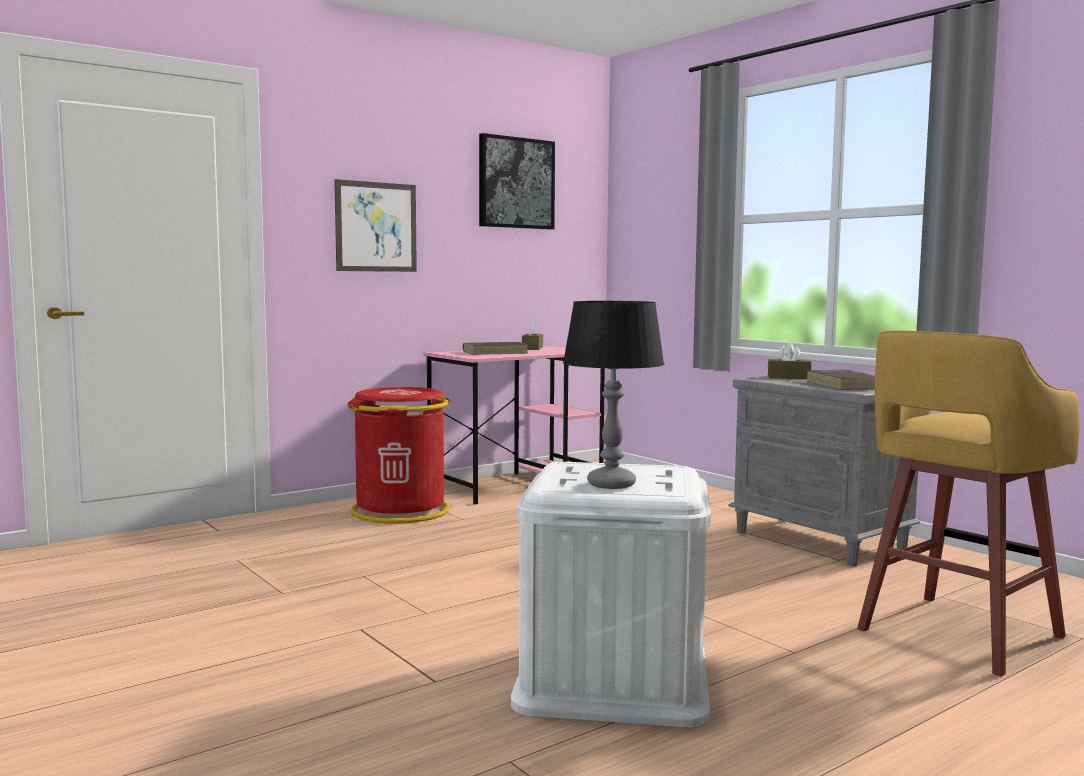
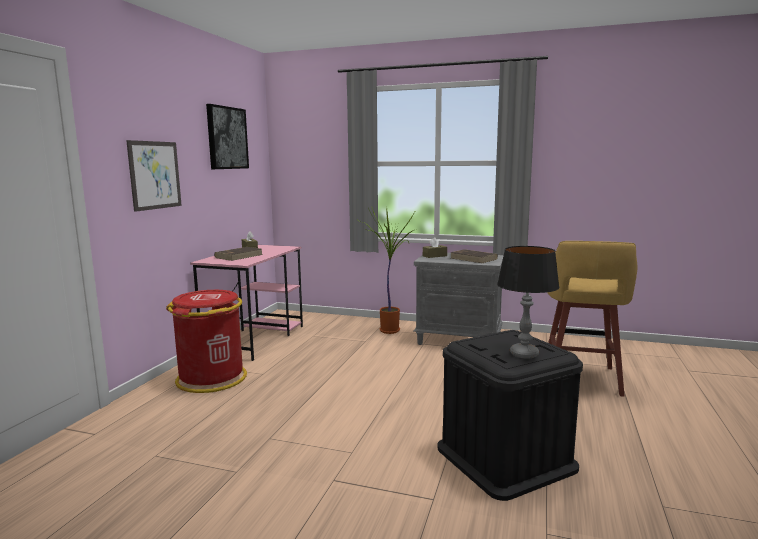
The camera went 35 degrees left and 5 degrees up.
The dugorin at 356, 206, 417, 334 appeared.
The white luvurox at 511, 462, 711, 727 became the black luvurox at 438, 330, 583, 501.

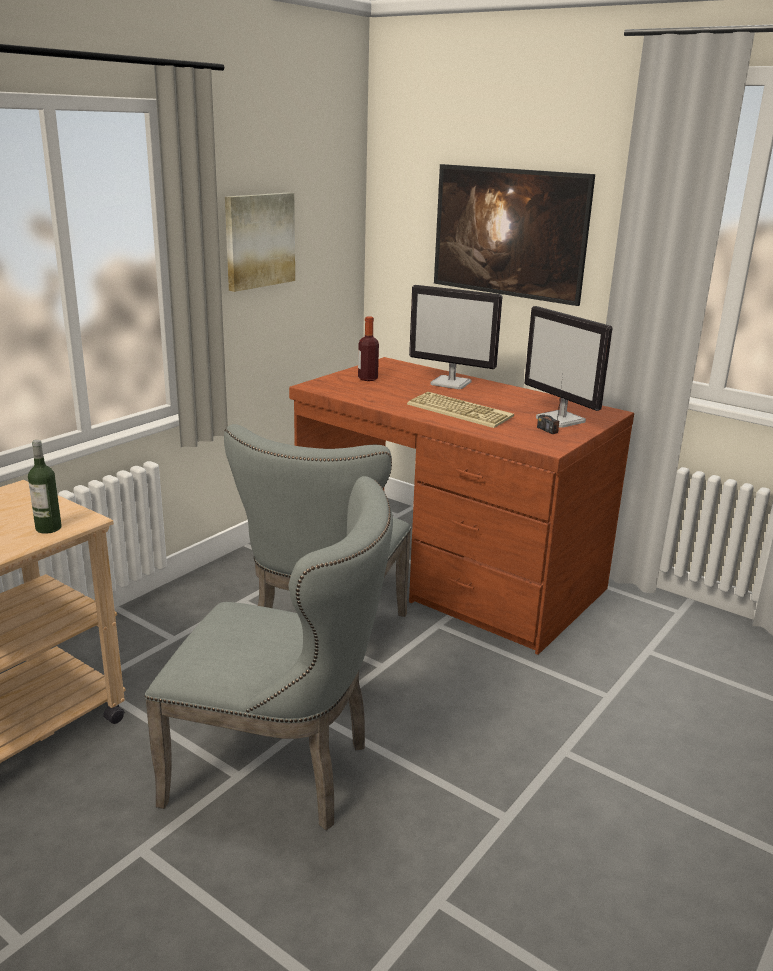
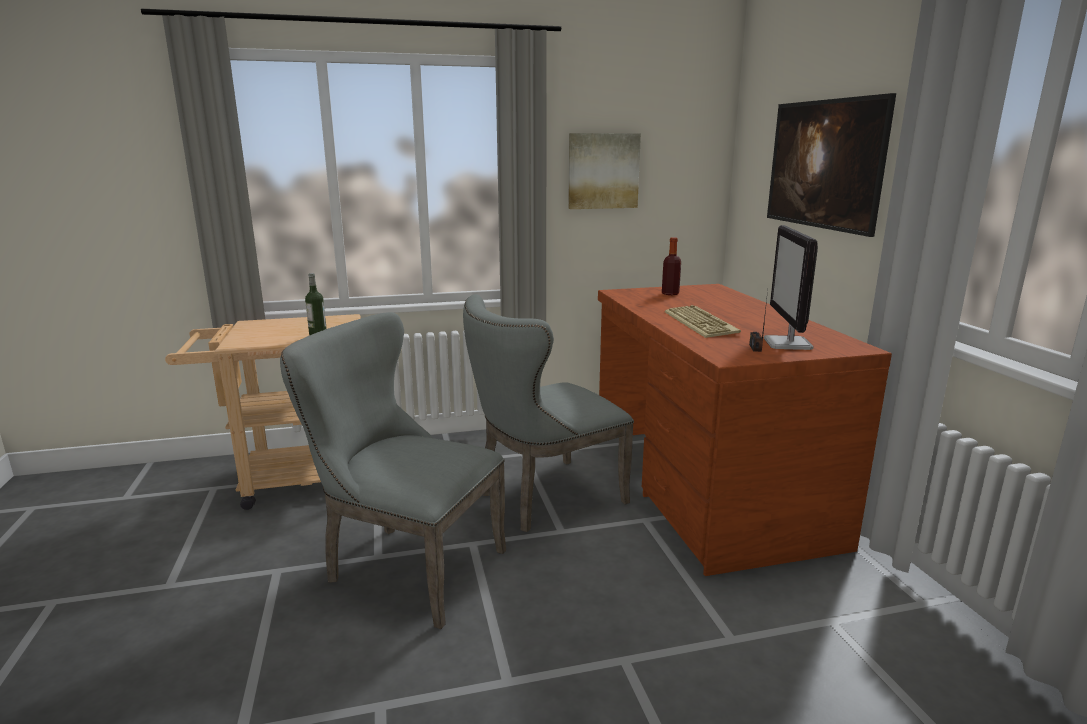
The camera went 40 degrees right and 5 degrees down.
The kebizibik at 409, 285, 503, 389 disappeared.
The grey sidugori at 145, 476, 393, 830 turned 150 degrees clockwise.

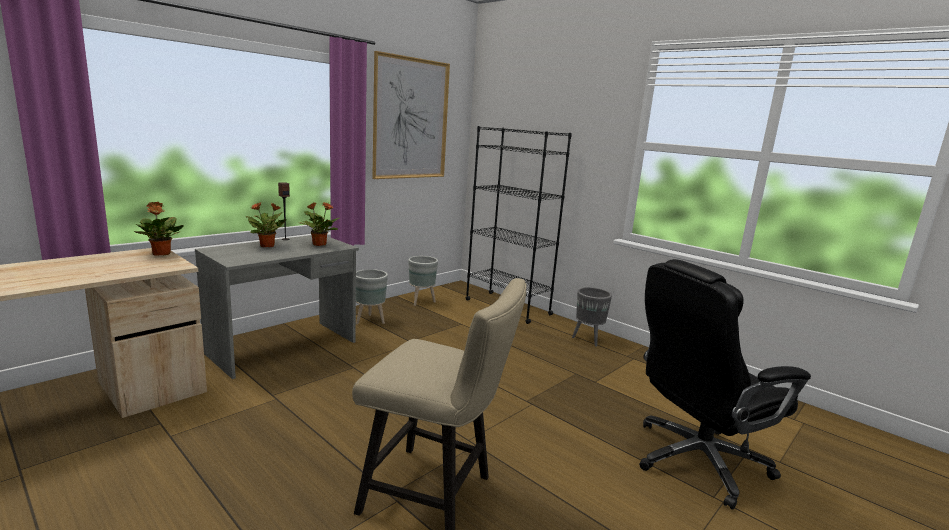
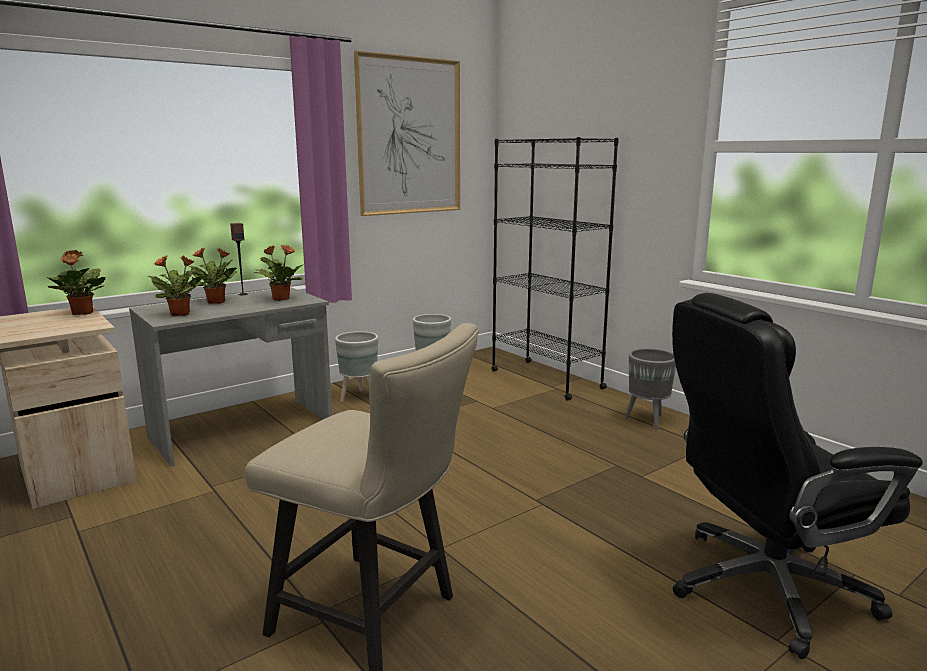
The camera went 10 degrees right and 0 degrees up.
The dugorin at 147, 256, 204, 316 appeared.

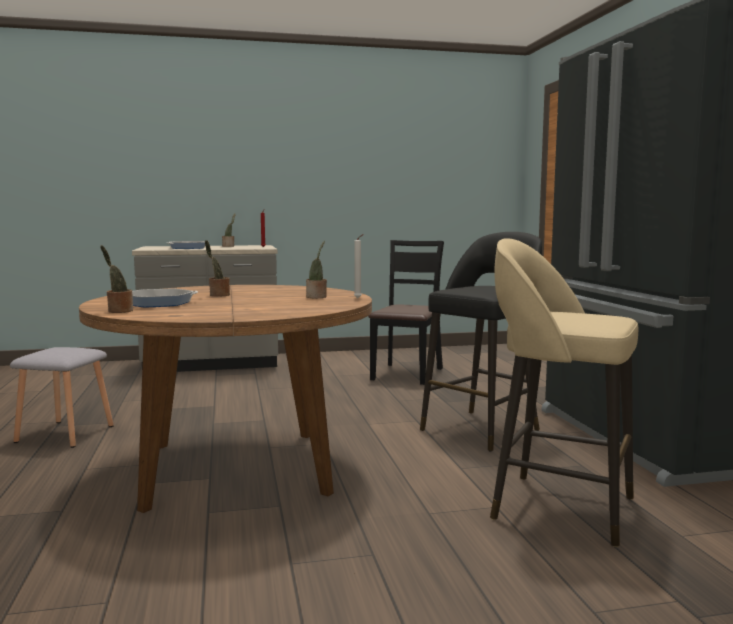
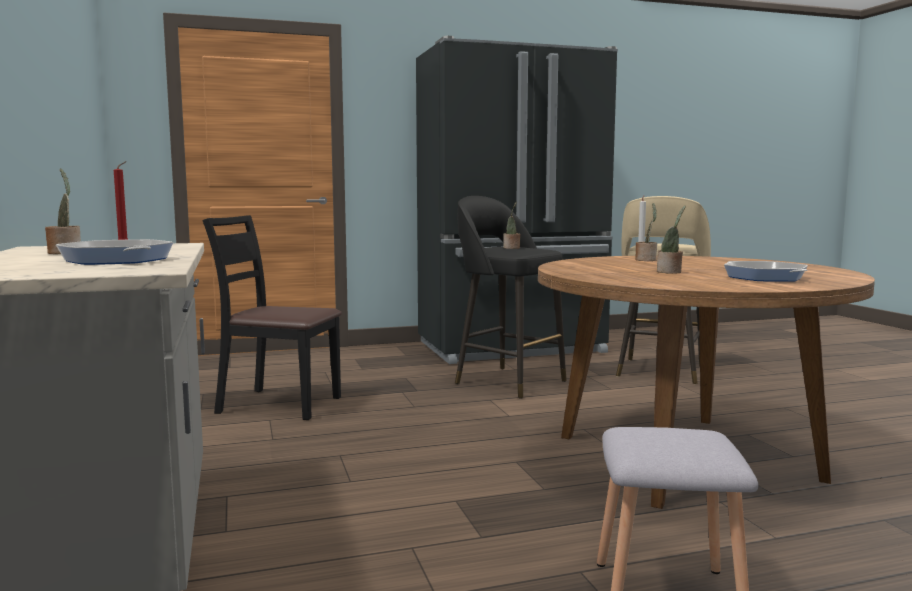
The camera went 95 degrees left and 0 degrees up.
The dugorin moved from 100, 245, 133, 313 to 503, 202, 520, 249.

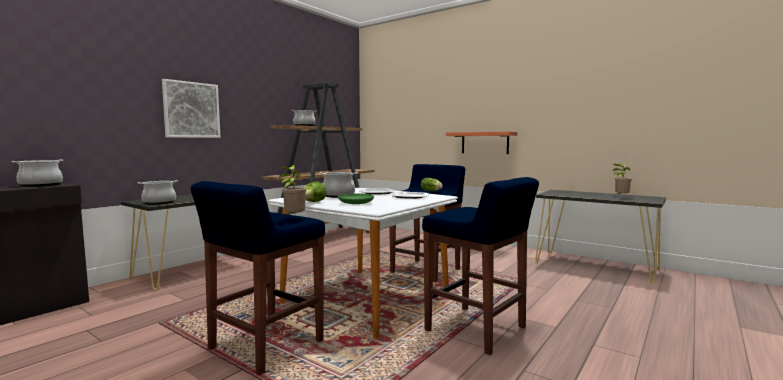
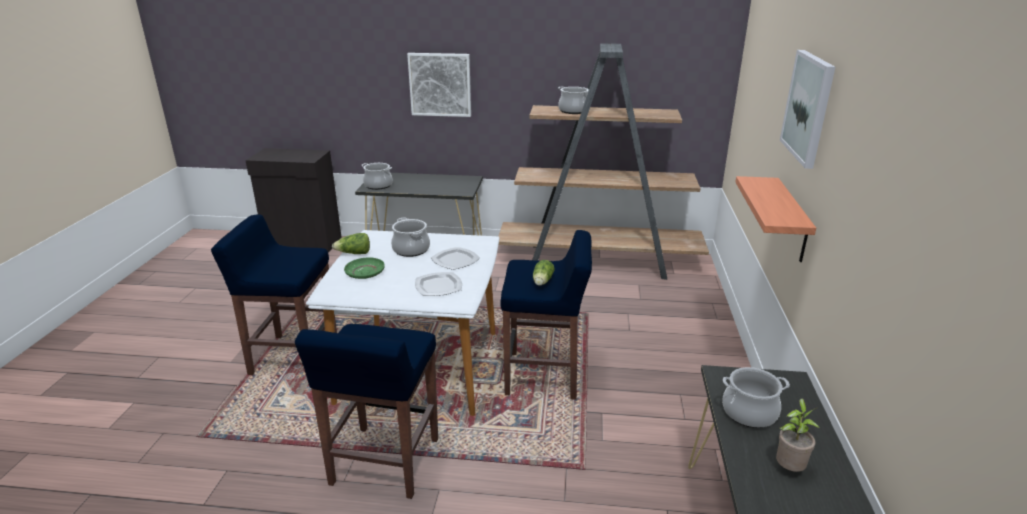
The camera went 60 degrees right and 20 degrees up.
The dugorin at 280, 165, 306, 218 disappeared.
The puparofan at 780, 50, 835, 169 appeared.
The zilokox moved from 11, 159, 64, 187 to 722, 367, 790, 428.

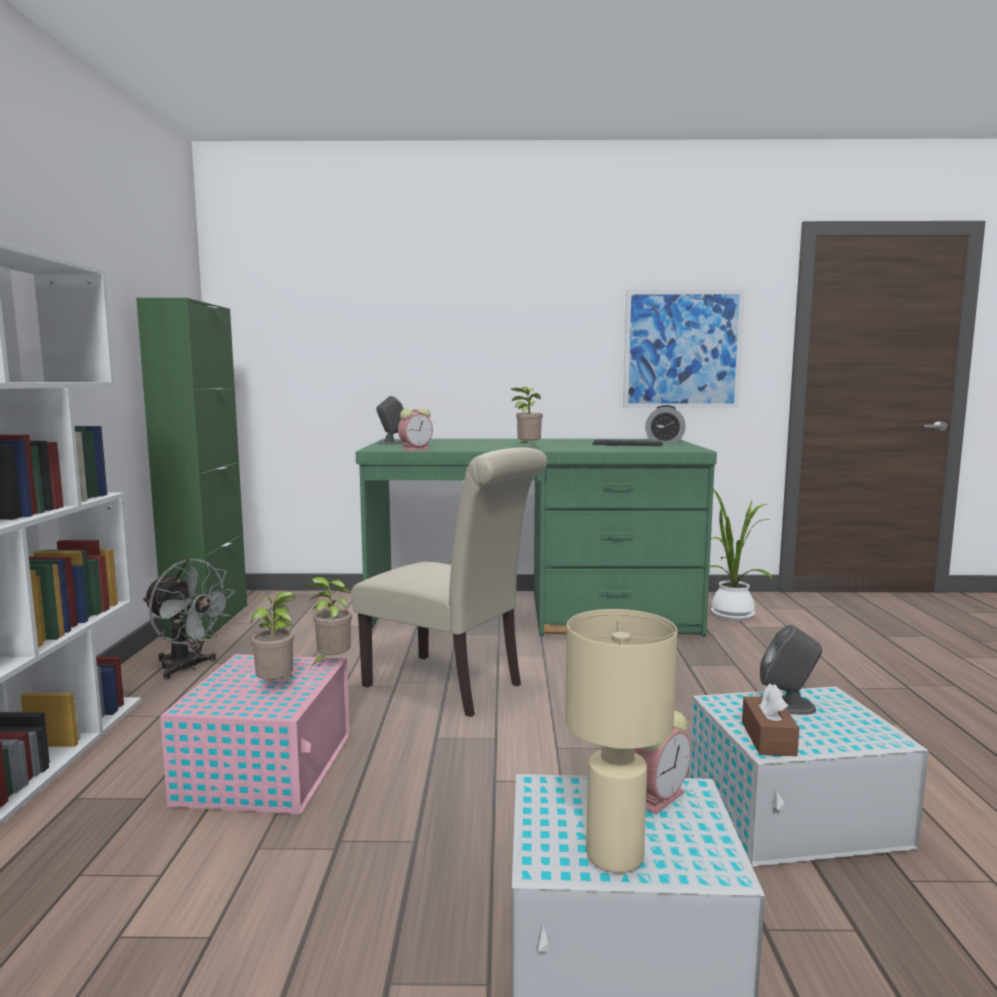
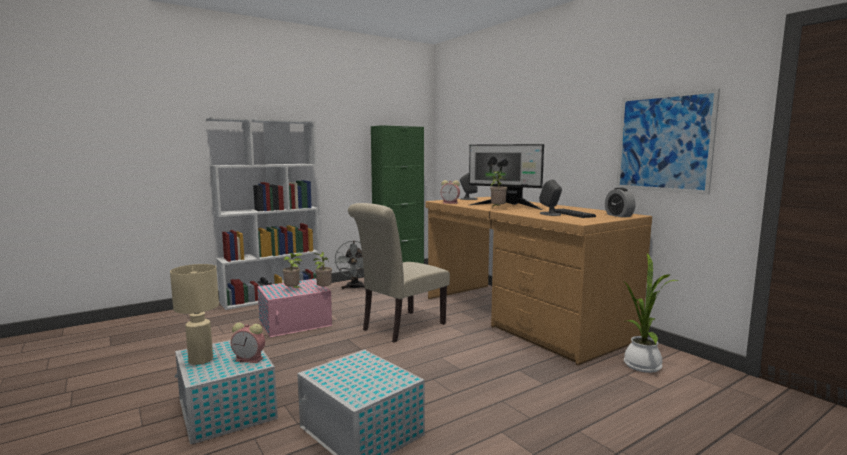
The camera went 55 degrees right and 0 degrees up.
The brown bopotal at 742, 684, 799, 756 disappeared.
The kebizibik at 469, 144, 544, 210 appeared.
The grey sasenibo moved from 760, 625, 822, 715 to 539, 180, 562, 216.
The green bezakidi at 356, 439, 717, 637 became the brown bezakidi at 426, 197, 652, 365.
The beige sidugori at 352, 447, 547, 717 turned 45 degrees clockwise.

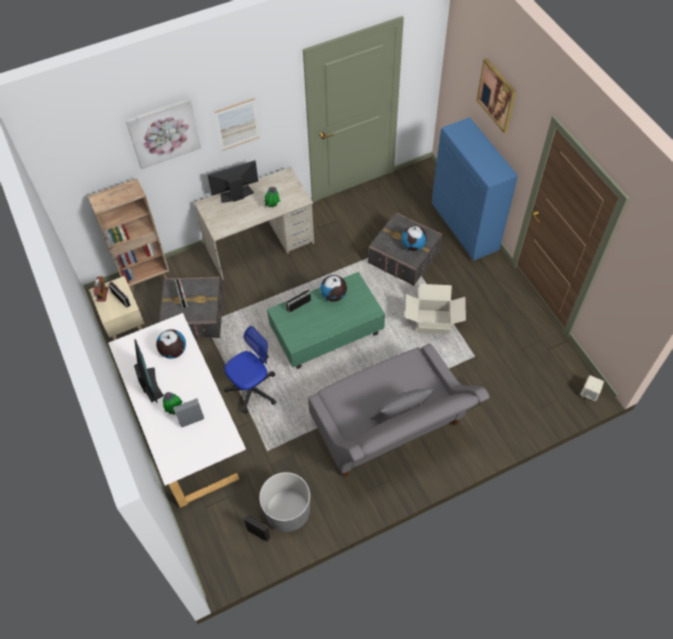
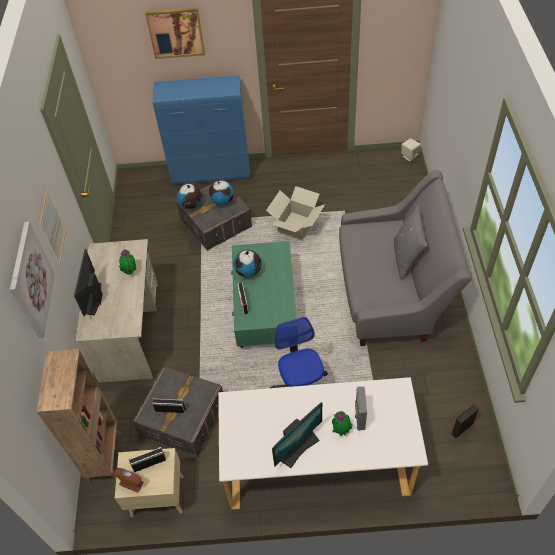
The camera went 65 degrees left and 5 degrees down.
The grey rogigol at 259, 472, 310, 532 disappeared.
The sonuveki moved from 156, 329, 186, 359 to 177, 184, 202, 209.
The kebizibik at 134, 339, 164, 403 turned 135 degrees clockwise.

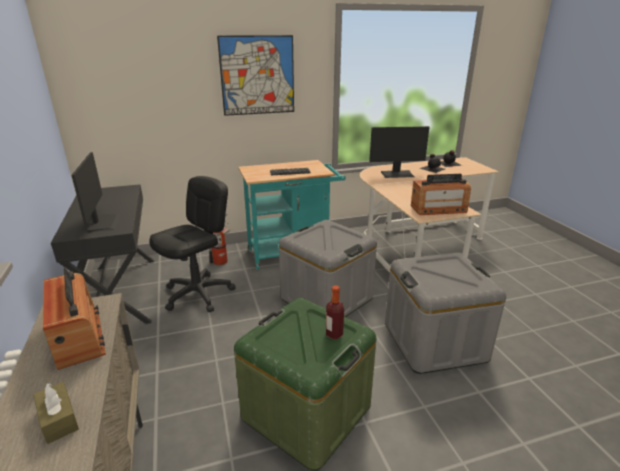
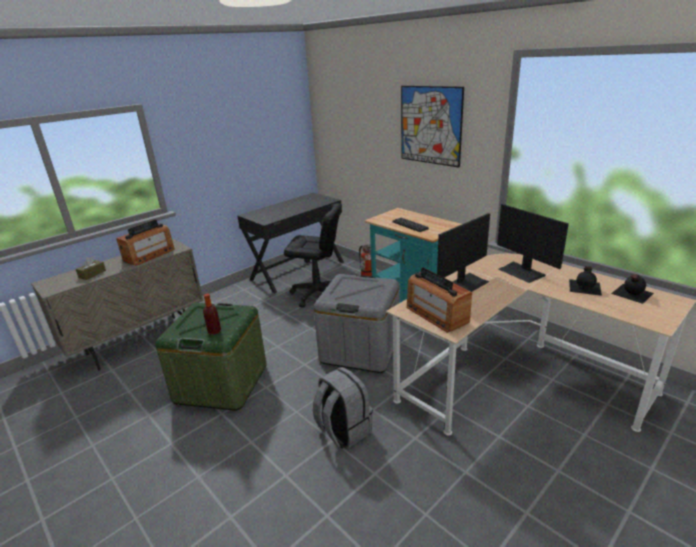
The camera went 65 degrees right and 0 degrees up.
The kebizibik moved from 72, 152, 121, 232 to 437, 213, 490, 292.
The grey luvurox at 385, 253, 506, 374 was replaced by the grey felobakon at 313, 367, 373, 448.

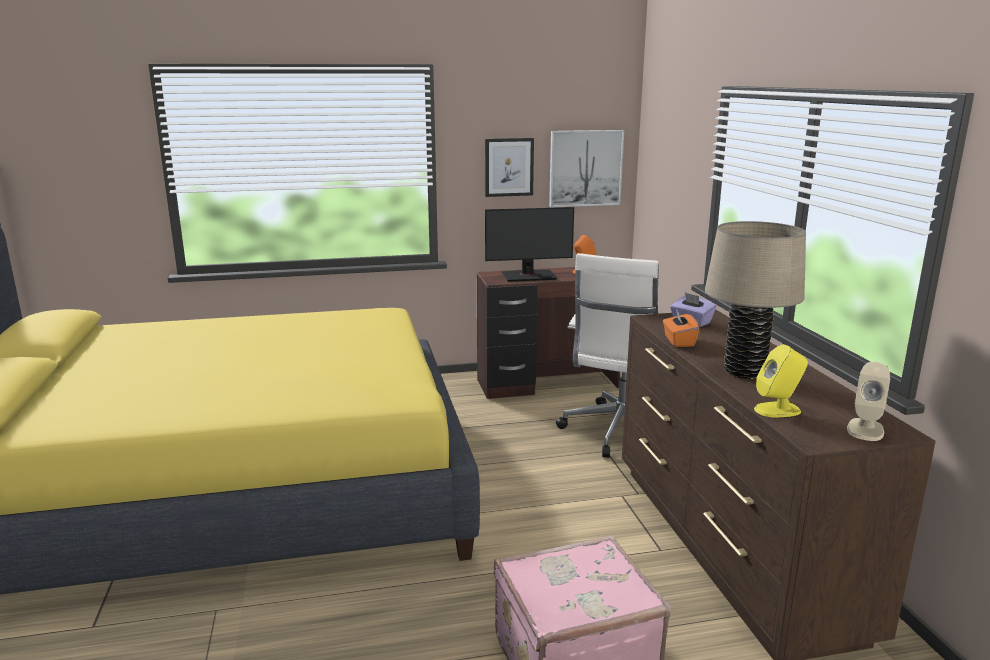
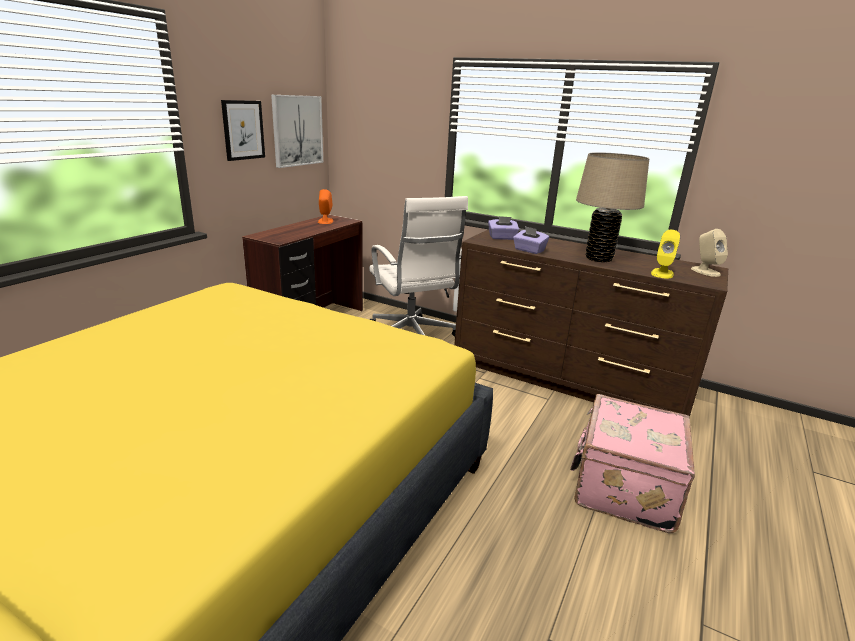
The camera went 50 degrees left and 5 degrees up.
The kebizibik at 485, 207, 574, 282 disappeared.
The orange bopotal at 663, 310, 699, 347 became the purple bopotal at 513, 226, 549, 254.

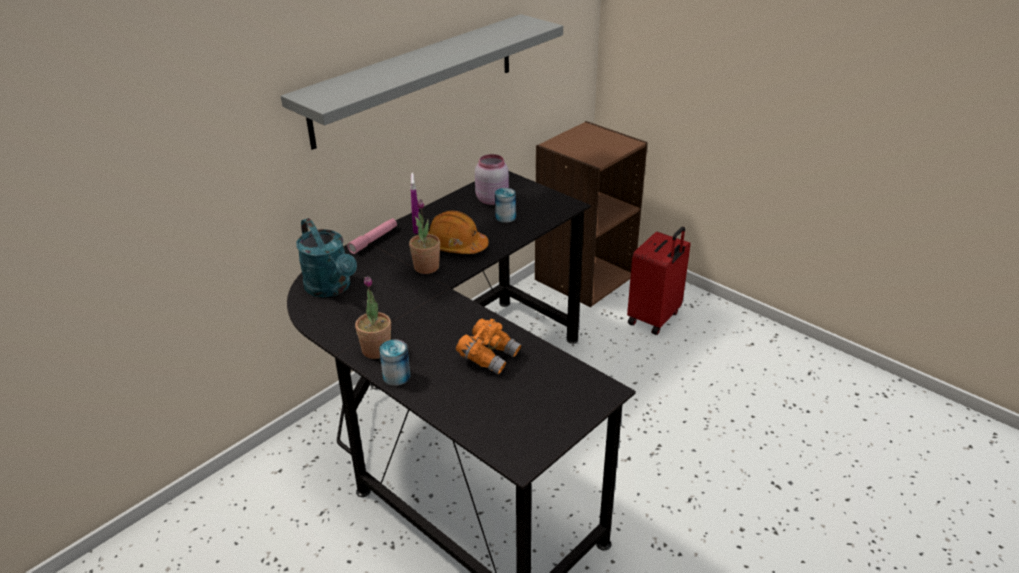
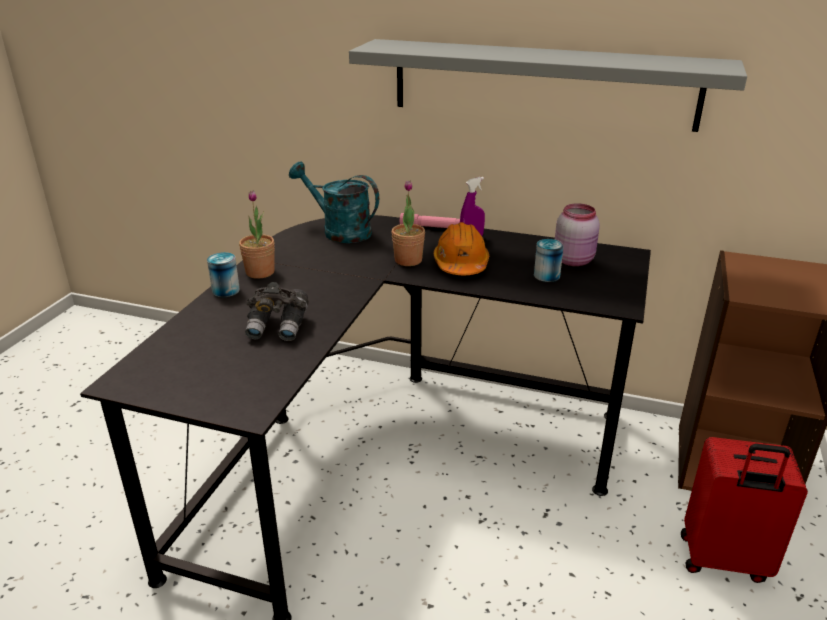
The camera went 65 degrees right and 5 degrees down.
The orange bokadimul at 456, 319, 521, 375 became the grey bokadimul at 245, 282, 309, 341.
The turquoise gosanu at 296, 218, 357, 297 turned 90 degrees clockwise.

